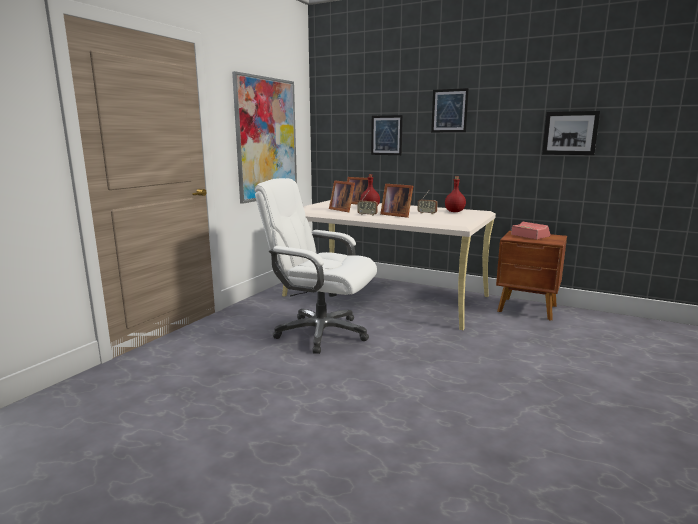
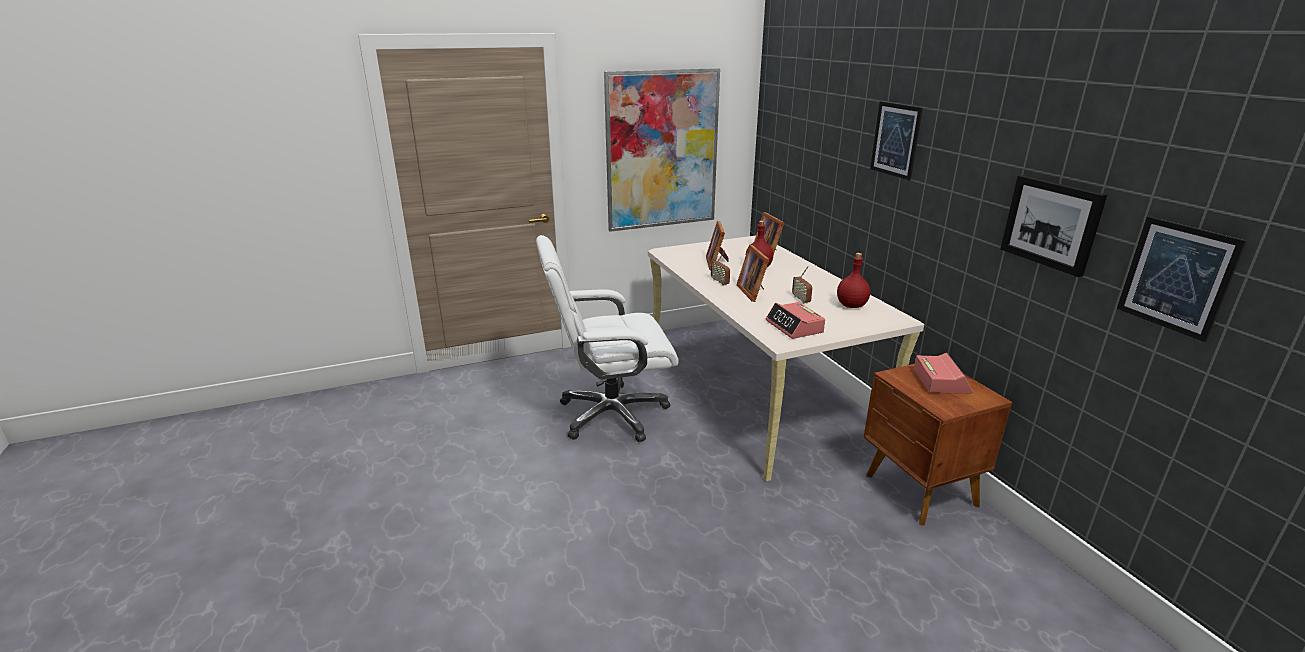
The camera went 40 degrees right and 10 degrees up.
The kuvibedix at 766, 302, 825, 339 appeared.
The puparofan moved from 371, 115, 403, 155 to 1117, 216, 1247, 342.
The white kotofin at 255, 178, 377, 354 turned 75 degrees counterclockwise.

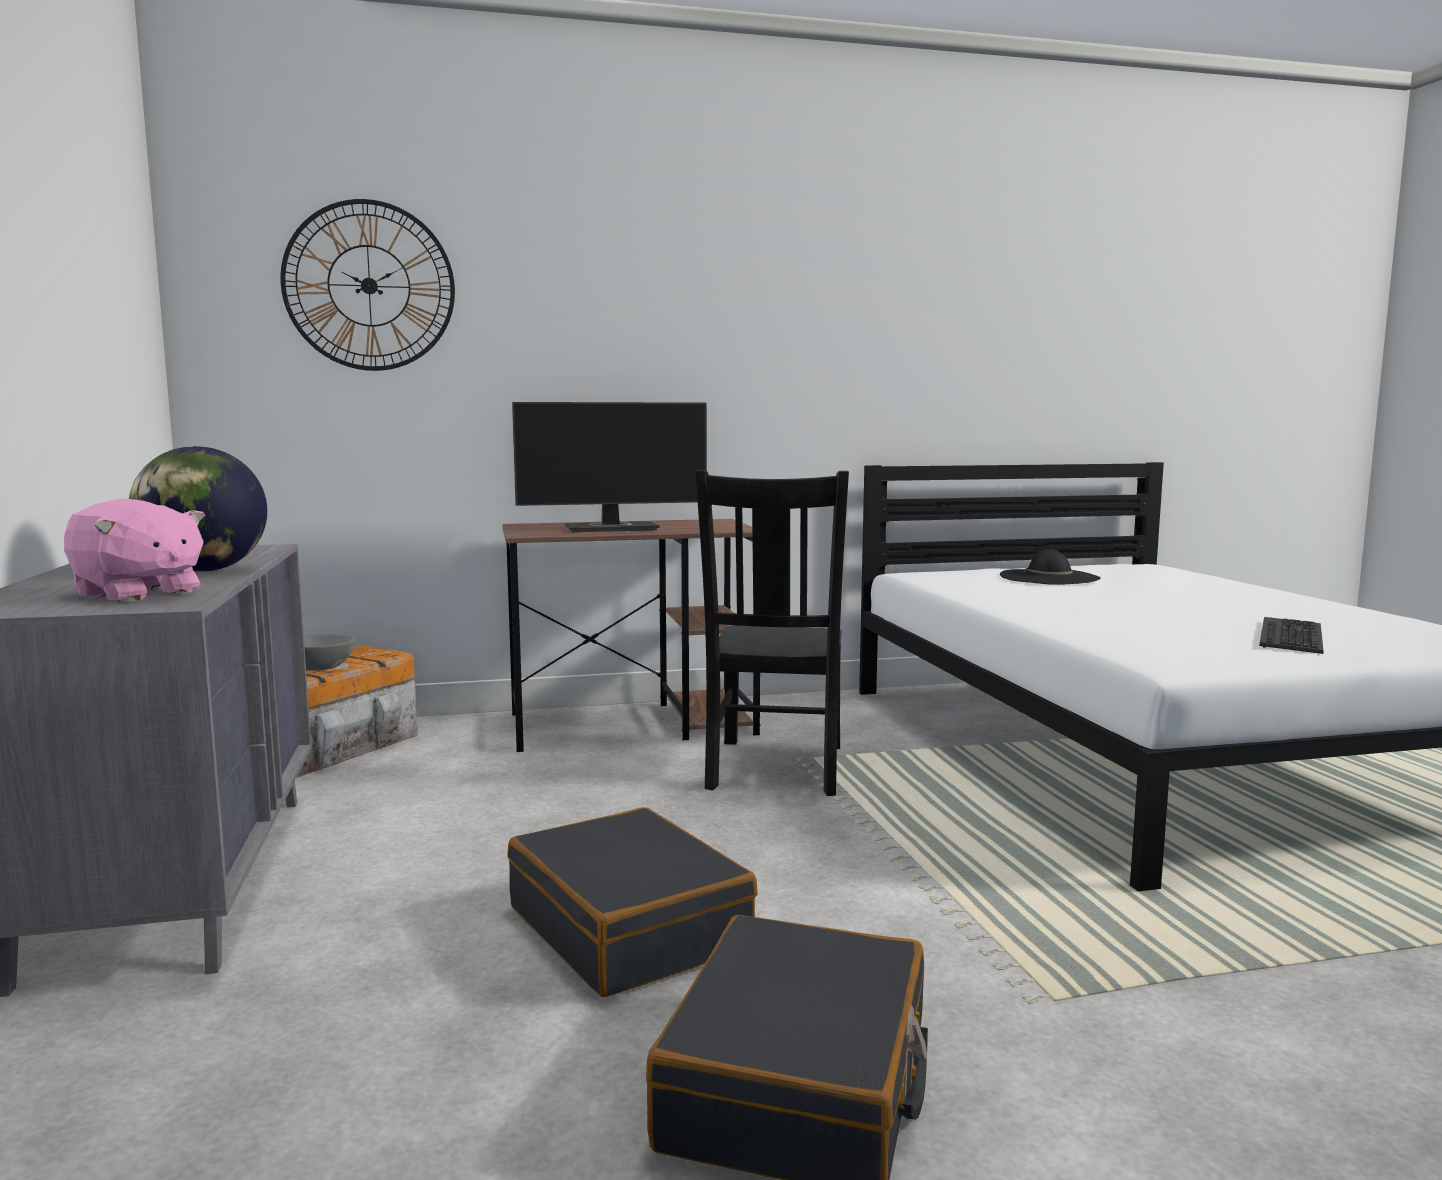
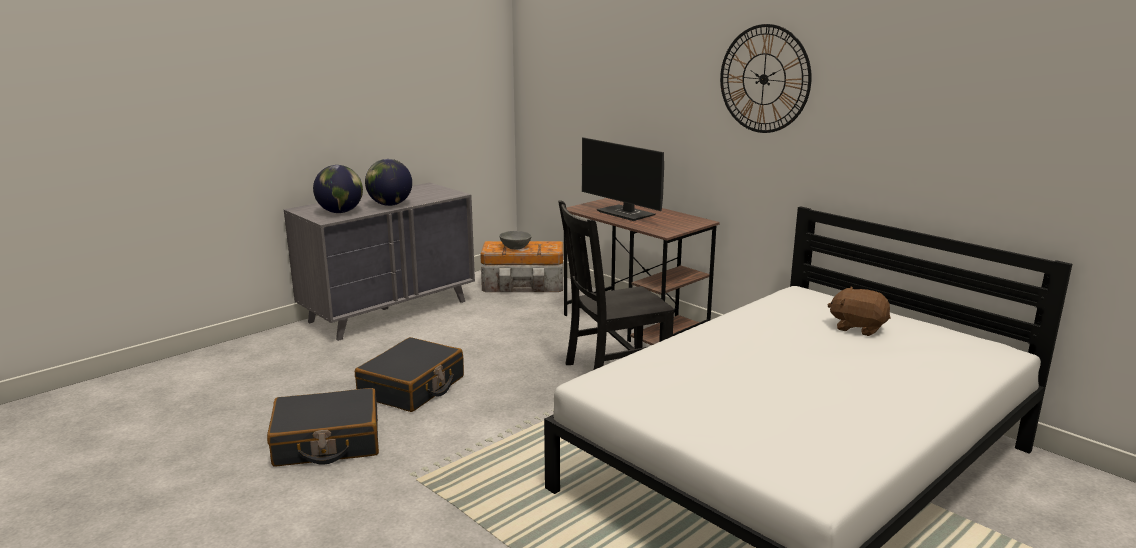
The camera went 60 degrees right and 10 degrees up.
The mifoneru at 1259, 617, 1323, 654 disappeared.
The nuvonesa moved from 280, 199, 455, 371 to 720, 24, 812, 133.
The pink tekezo at 64, 499, 205, 602 was replaced by the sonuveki at 313, 165, 363, 213.
The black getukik at 1000, 549, 1101, 585 was replaced by the brown tekezo at 828, 287, 890, 336.

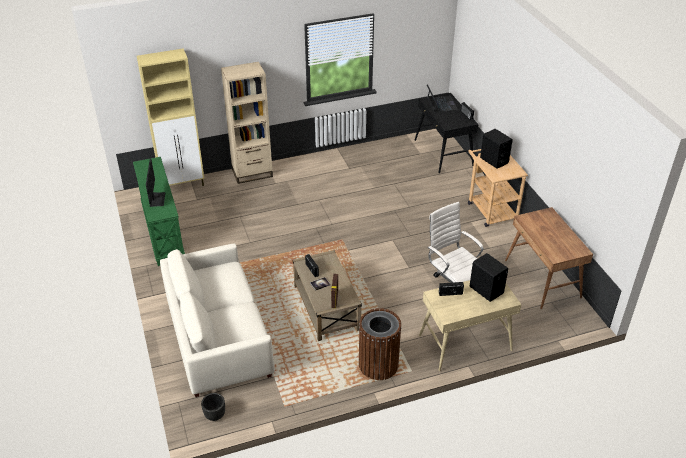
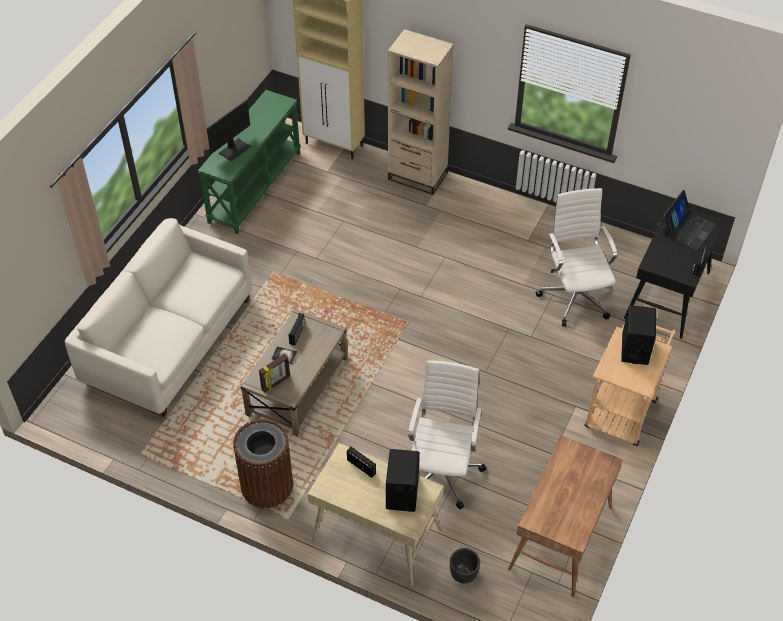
The camera went 45 degrees right and 10 degrees up.
The white kotofin at 536, 188, 617, 327 appeared.
The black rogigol moved from 201, 393, 225, 421 to 450, 548, 480, 583.

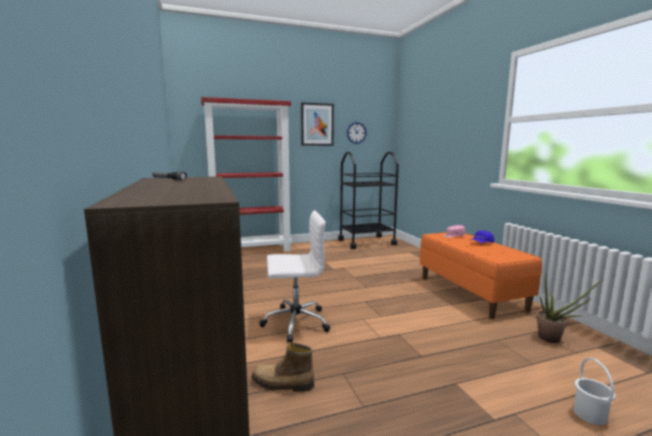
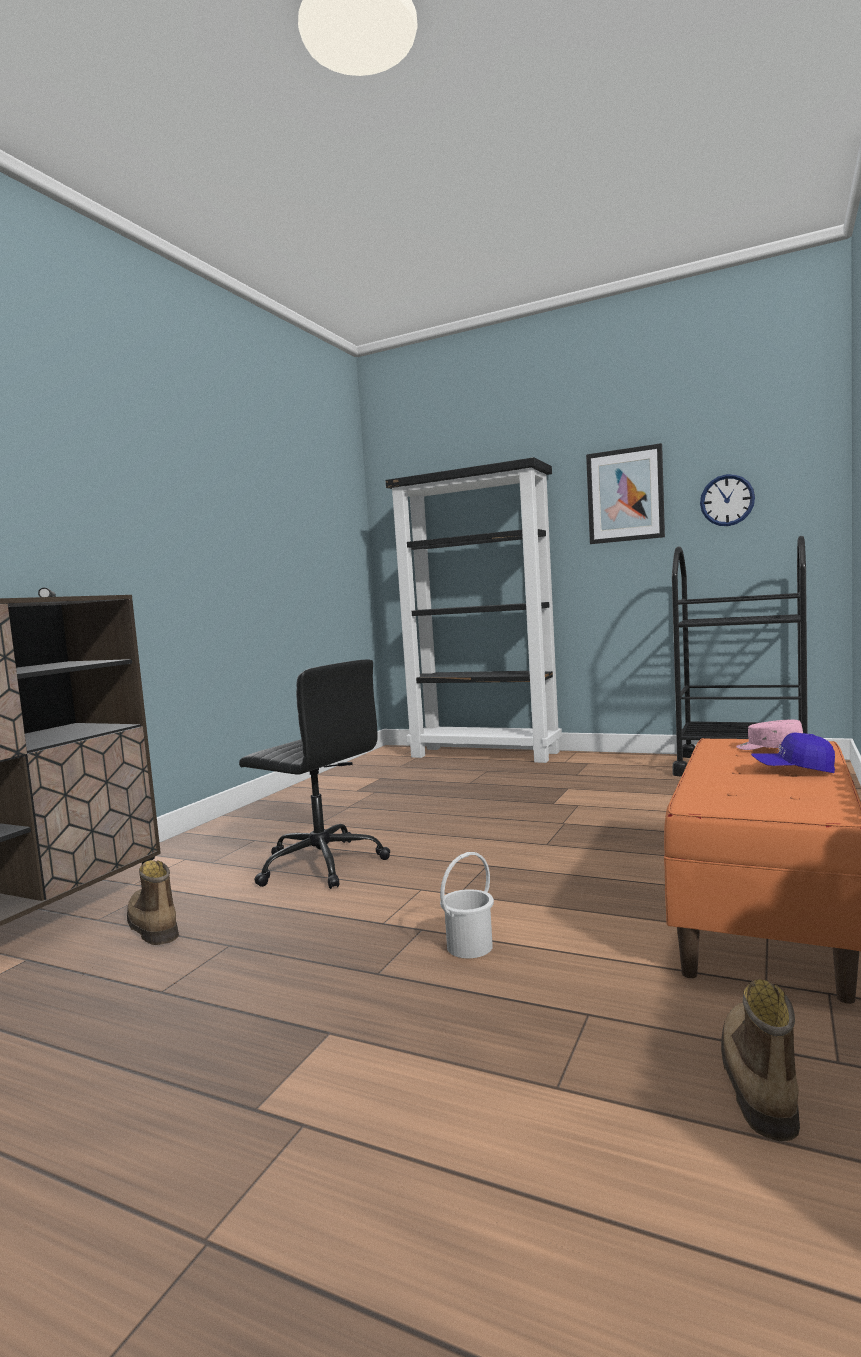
The camera went 45 degrees right and 5 degrees down.
The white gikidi moved from 573, 358, 616, 425 to 440, 852, 494, 958.
The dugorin at 536, 272, 601, 343 was replaced by the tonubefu at 721, 979, 800, 1141.
The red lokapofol at 201, 97, 292, 251 became the black lokapofol at 385, 457, 562, 763.
The white kotofin at 259, 211, 330, 343 became the black kotofin at 239, 660, 390, 889.

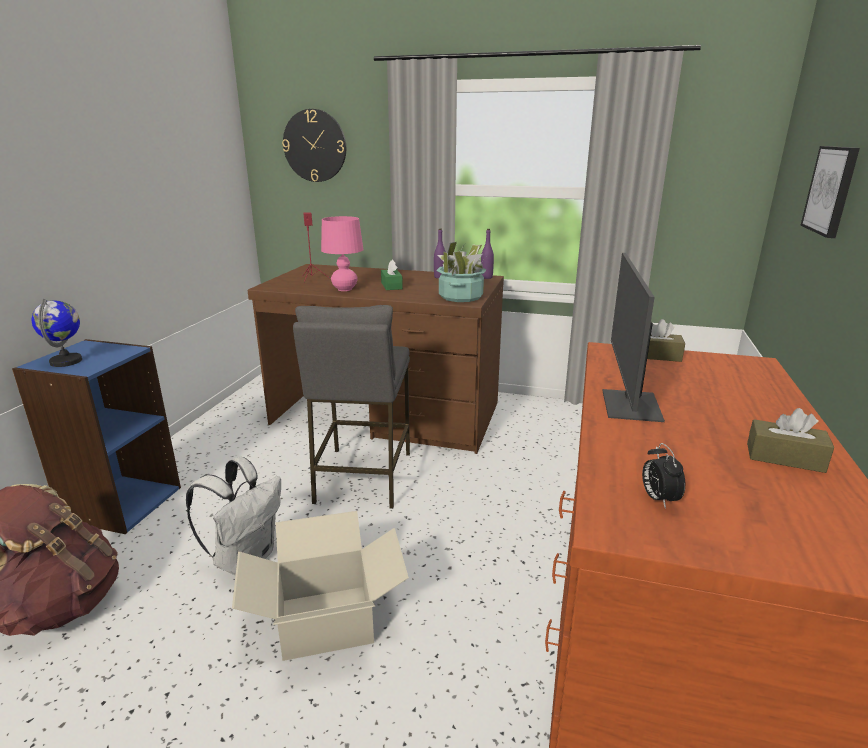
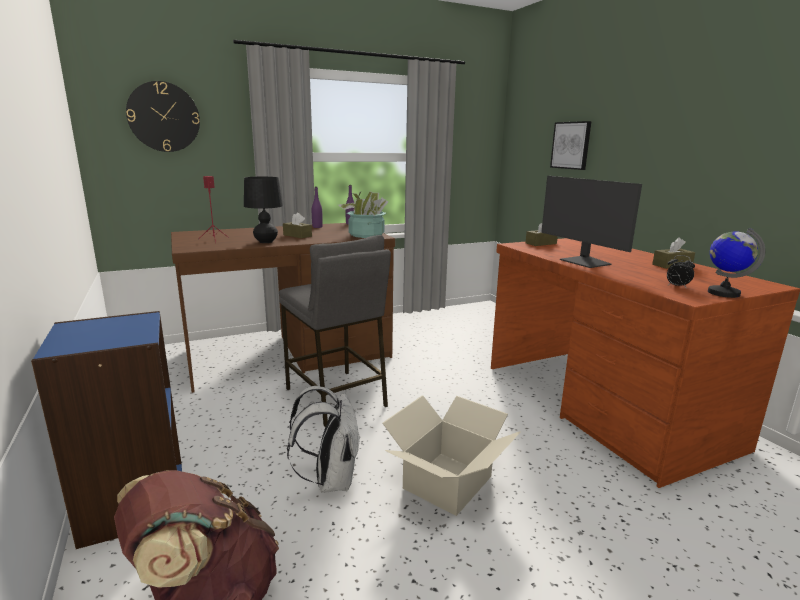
The camera went 40 degrees left and 5 degrees down.
The sonuveki moved from 31, 299, 82, 367 to 708, 228, 765, 298.
The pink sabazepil at 321, 216, 364, 291 became the black sabazepil at 244, 176, 283, 243.
The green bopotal at 381, 260, 403, 290 became the brown bopotal at 283, 213, 312, 238.

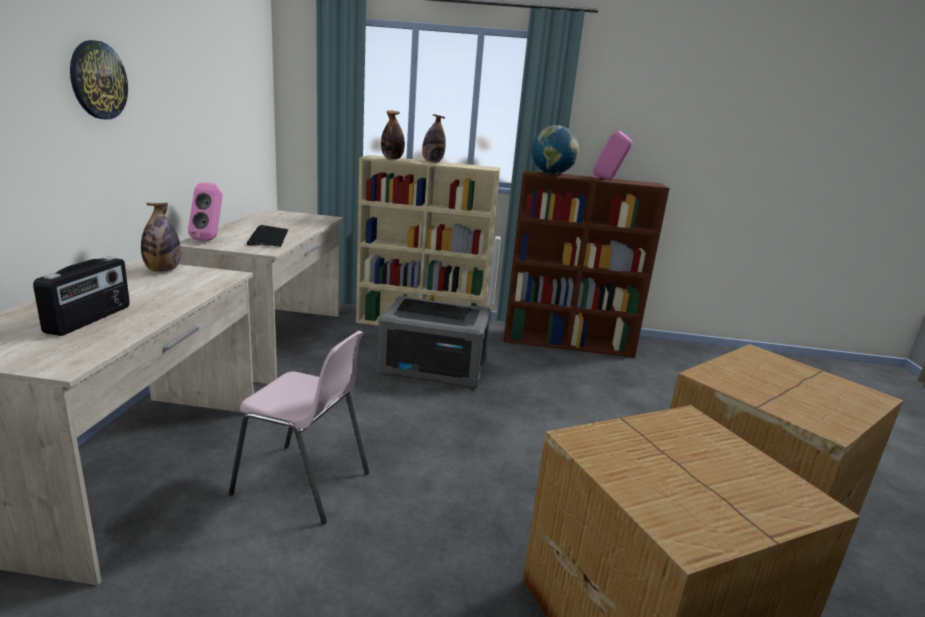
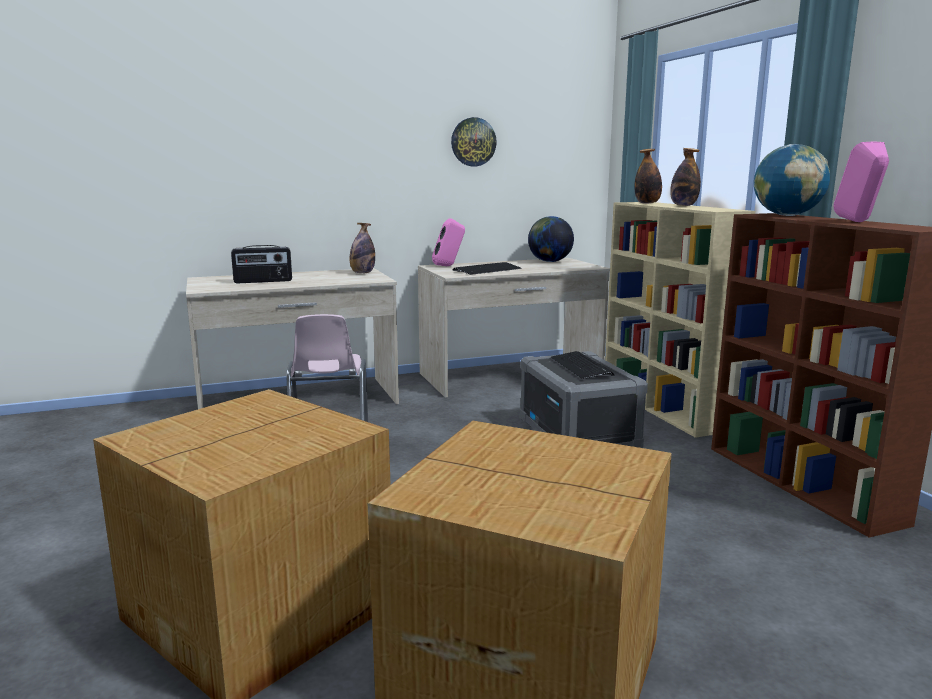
The camera went 65 degrees right and 5 degrees down.
The sonuveki at 528, 216, 574, 262 appeared.
The nuvonesa moved from 70, 40, 128, 119 to 451, 117, 497, 166.

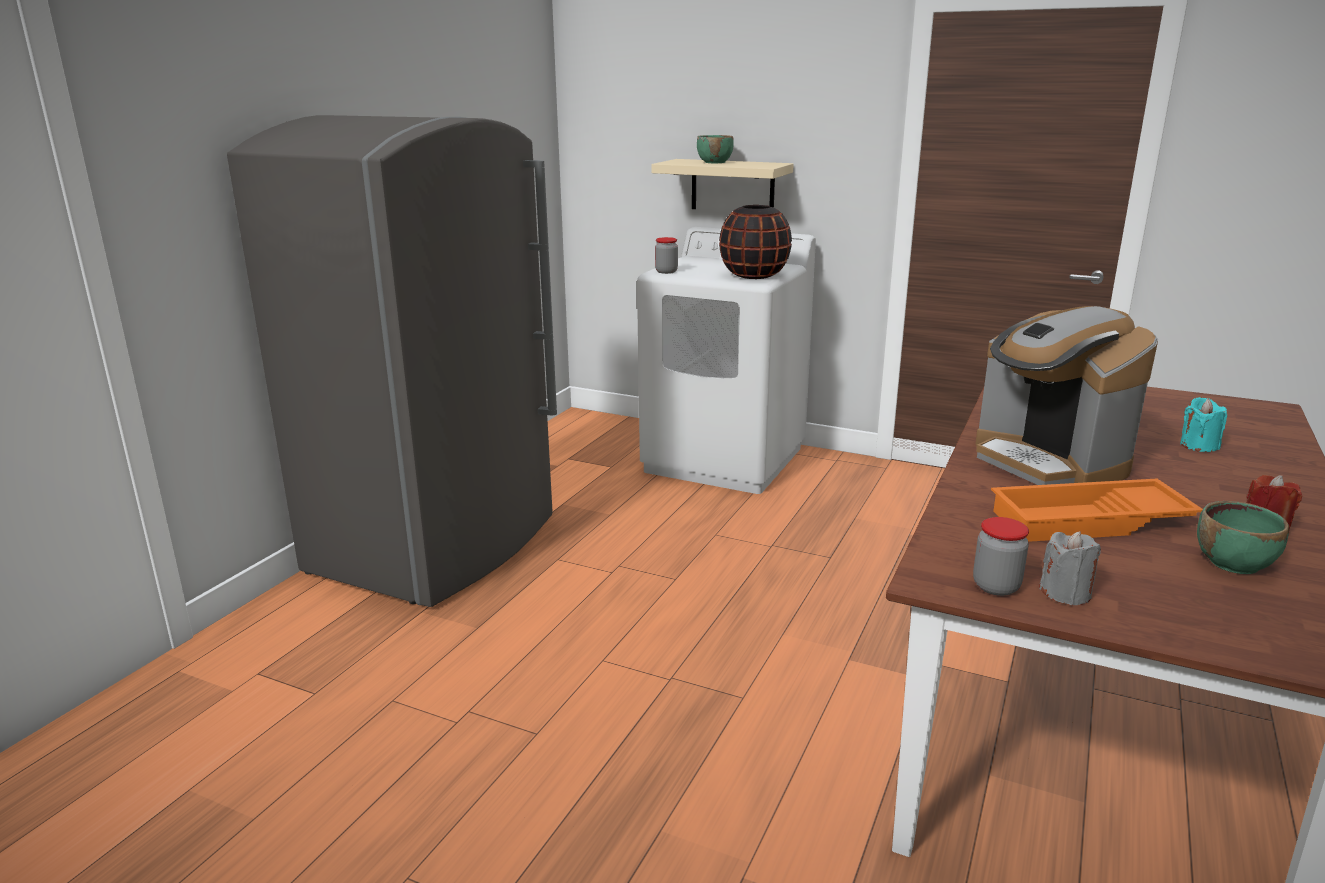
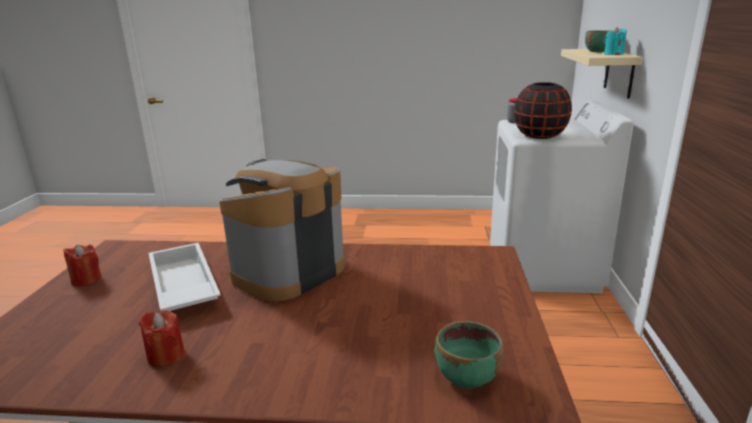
The camera went 70 degrees right and 0 degrees up.
The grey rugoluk at 227, 115, 557, 607 disappeared.
The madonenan at 973, 517, 1029, 596 disappeared.
The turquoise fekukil moved from 1180, 397, 1227, 452 to 604, 27, 626, 55.
The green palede moved from 1197, 501, 1289, 574 to 435, 321, 504, 389.
The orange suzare at 991, 479, 1203, 542 became the white suzare at 149, 243, 221, 311.
The grey fekukil at 1039, 531, 1101, 606 became the red fekukil at 63, 244, 102, 286.

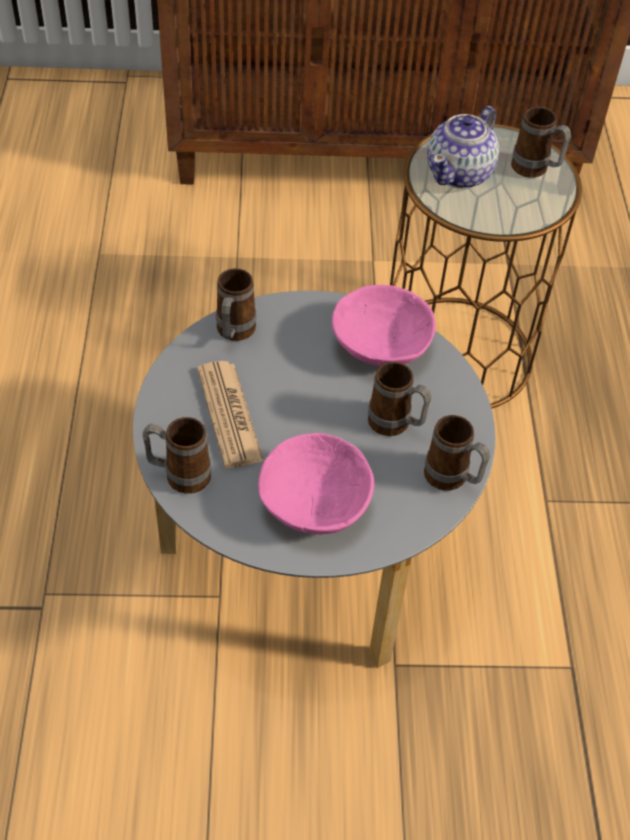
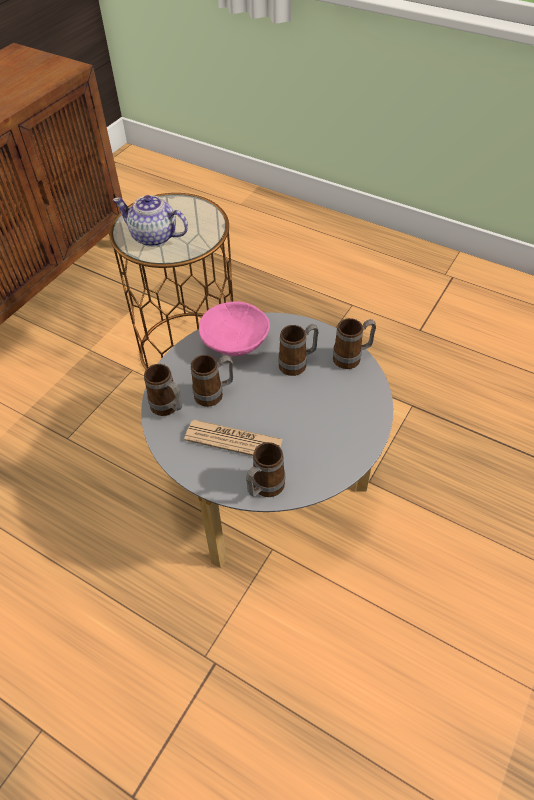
The camera went 55 degrees left and 0 degrees up.
The pink palede at 258, 433, 374, 534 disappeared.
The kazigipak moved from 511, 107, 571, 178 to 191, 355, 233, 407.
The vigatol at 427, 106, 499, 189 turned 135 degrees clockwise.

